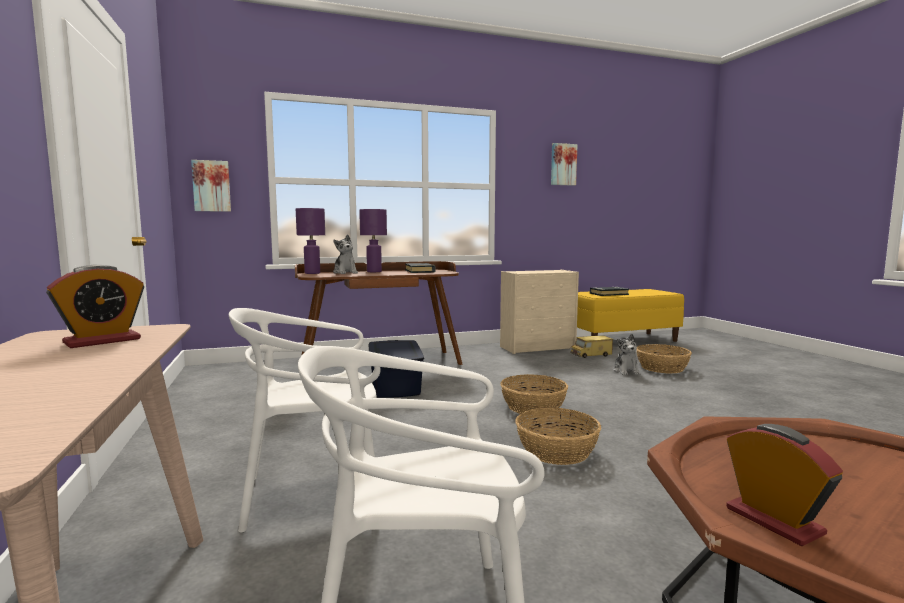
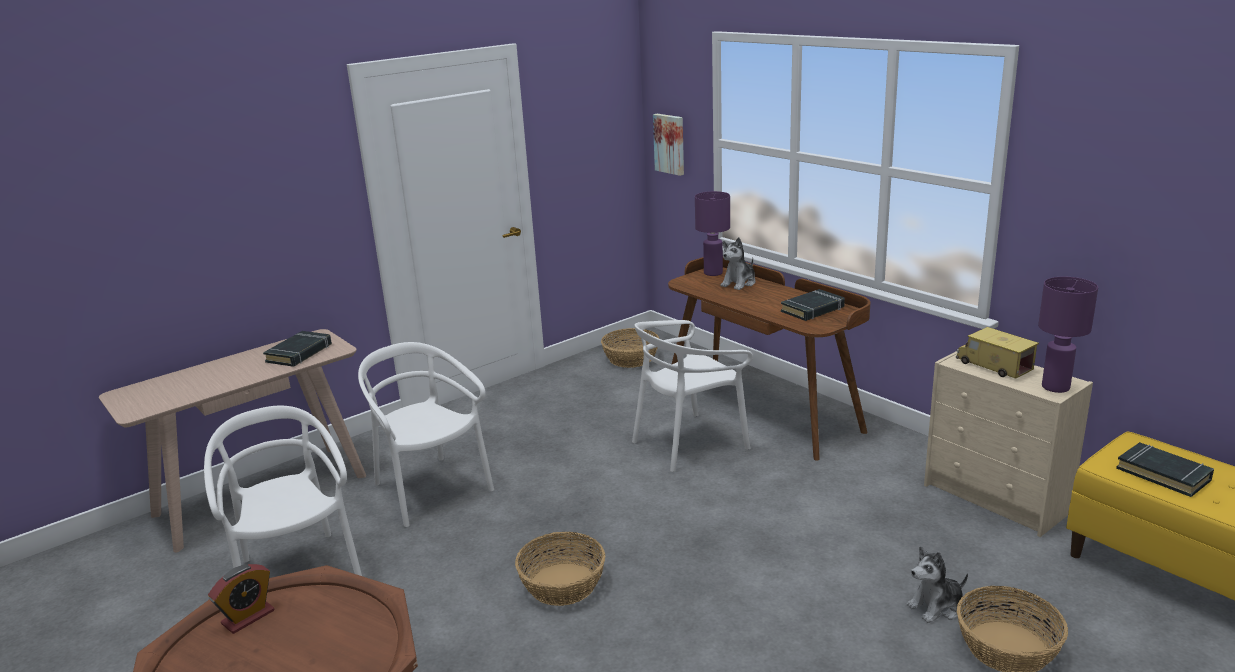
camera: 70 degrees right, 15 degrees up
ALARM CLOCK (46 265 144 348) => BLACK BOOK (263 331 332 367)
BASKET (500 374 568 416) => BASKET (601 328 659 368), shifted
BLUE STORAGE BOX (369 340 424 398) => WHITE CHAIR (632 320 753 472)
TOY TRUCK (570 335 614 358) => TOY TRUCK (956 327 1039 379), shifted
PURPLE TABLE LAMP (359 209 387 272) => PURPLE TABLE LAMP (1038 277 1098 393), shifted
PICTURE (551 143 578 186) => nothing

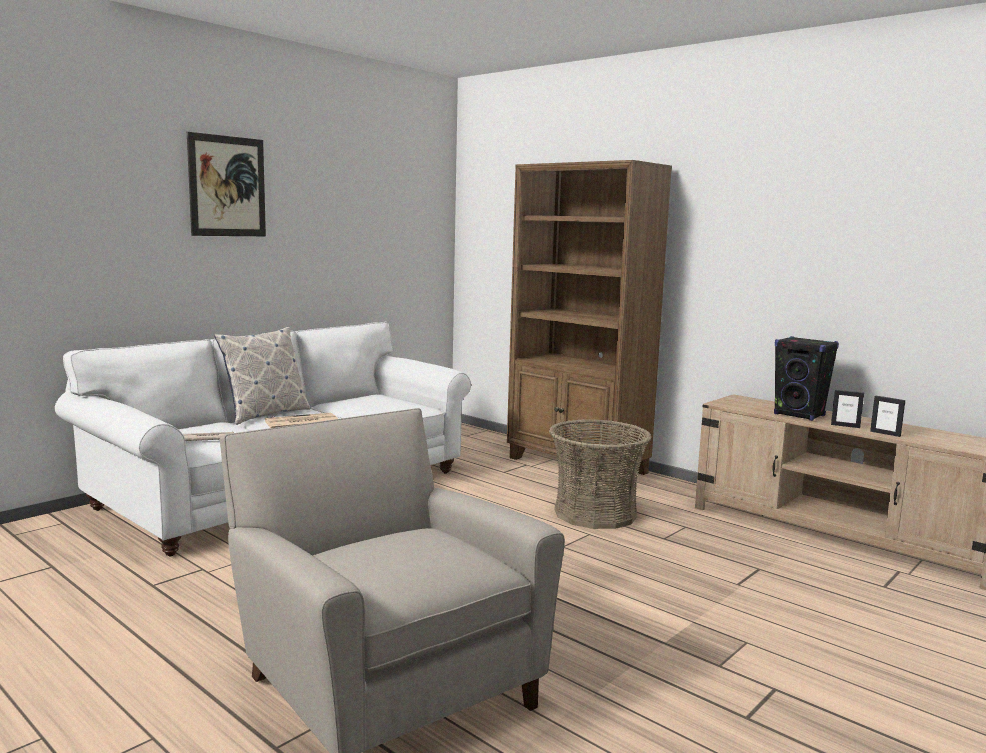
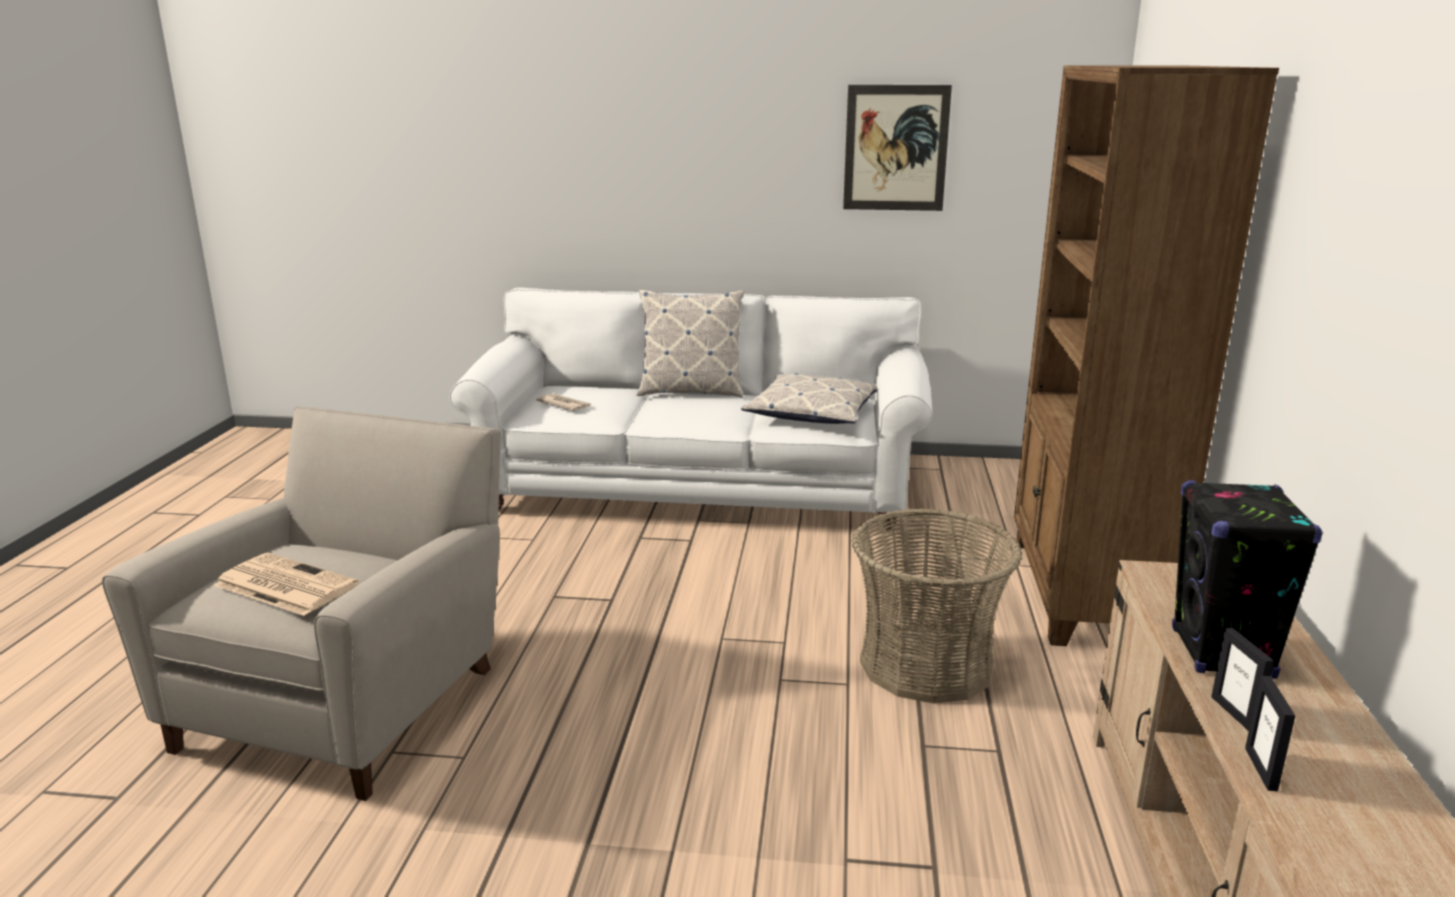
camera: 55 degrees right, 10 degrees up
NEWSPAPER (265 413 338 428) => NEWSPAPER (214 553 358 616), shifted
nothing => PILLOW (741 373 877 424)
PICTURE (187 132 266 236) => PICTURE (843 85 952 211), shifted

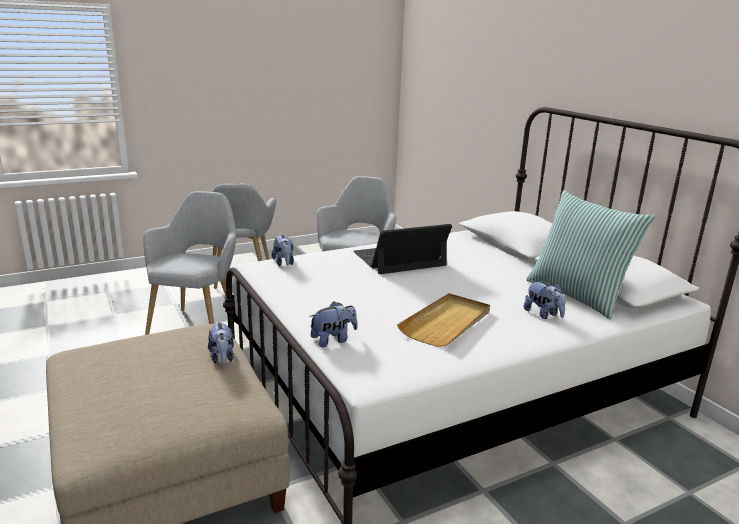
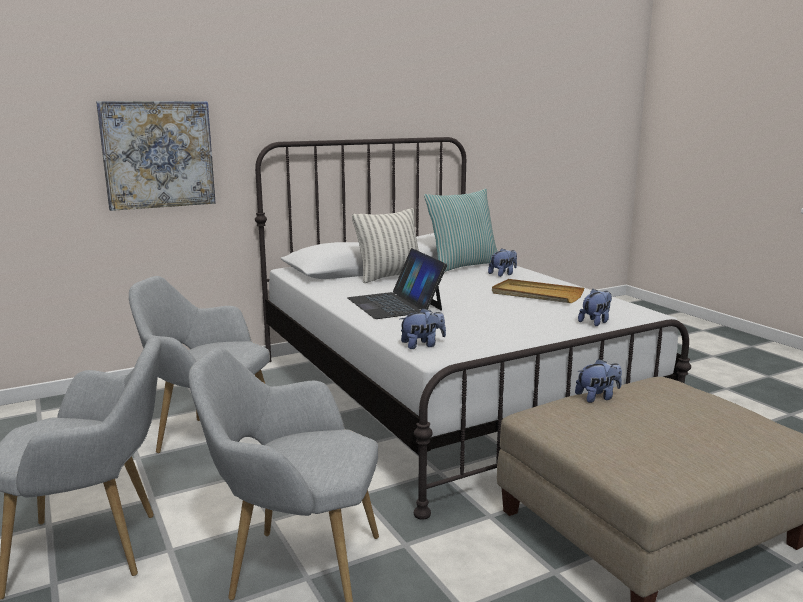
camera: 90 degrees left, 5 degrees down
nothing => PICTURE (96 101 216 211)
nothing => PILLOW (352 208 419 283)
PLUSH TOY (309 301 357 347) => PLUSH TOY (578 289 612 326), 75 degrees clockwise

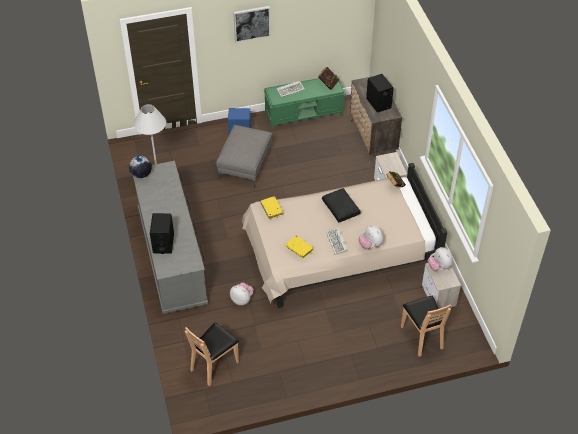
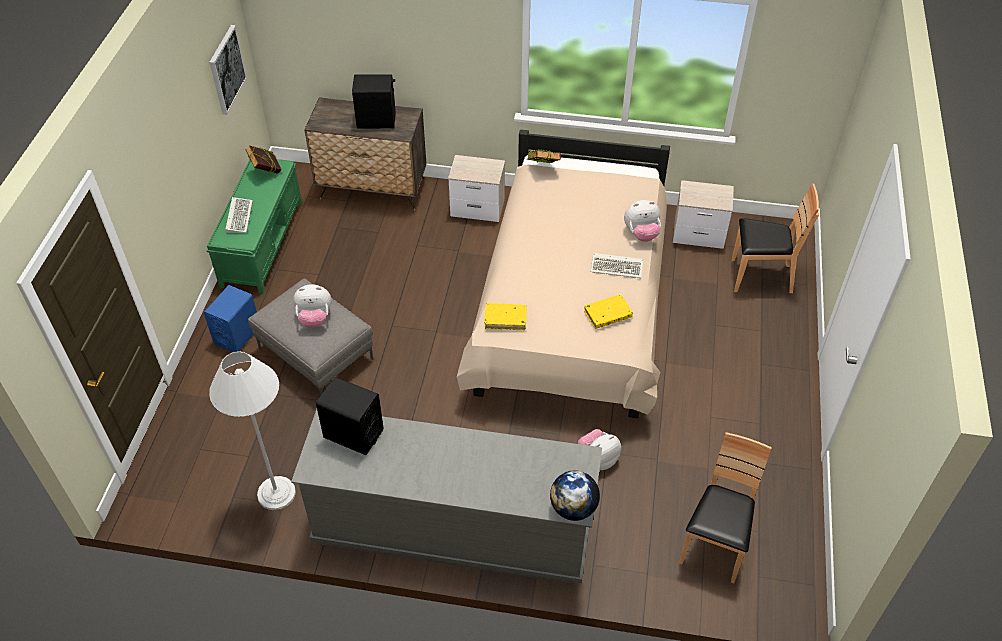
camera: 65 degrees left, 0 degrees up
PICTURE (233 6 271 43) => PICTURE (209 25 247 115), shifted
PLUSH TOY (428 247 453 271) => PLUSH TOY (293 284 332 327), shifted
BLACK SPEAKER (150 213 174 254) => BLACK SPEAKER (315 377 384 455), shifted
GLOBE (129 155 152 178) => GLOBE (550 470 600 521), shifted
BROWN CHAIR (185 322 239 386) => BROWN CHAIR (679 432 772 583), 135 degrees counterclockwise
BLACK PILLOW (322 188 361 222) => nothing

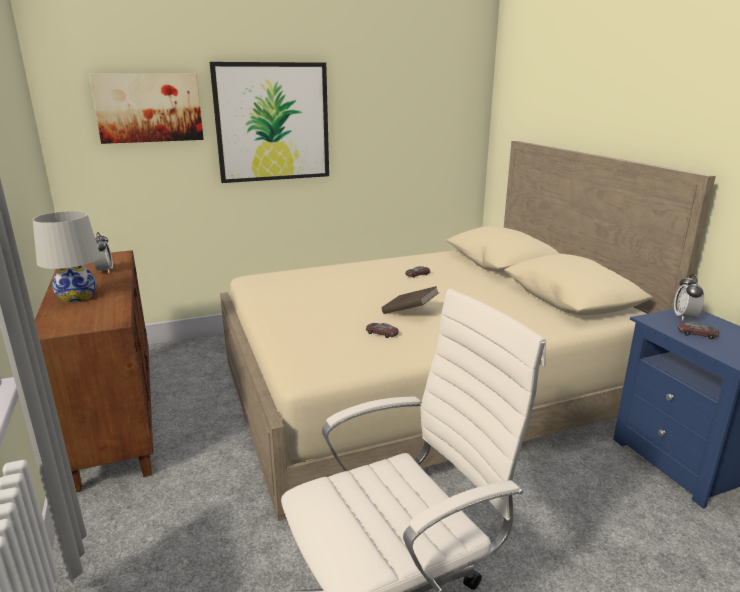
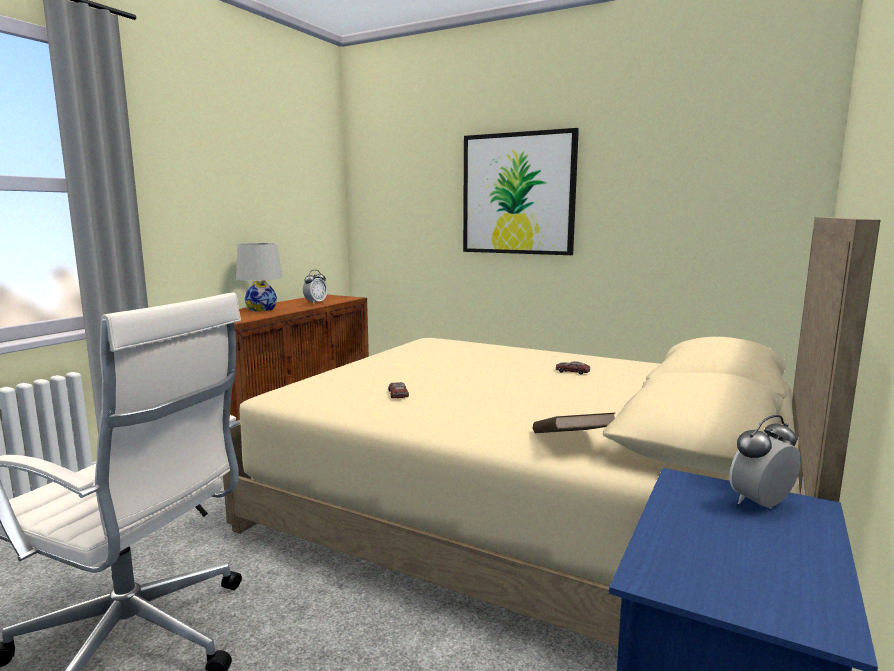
camera: 50 degrees right, 10 degrees down
BROWN BOOK (382 286 439 314) => BROWN BOOK (533 413 615 433), shifted
PICTURE (89 74 204 144) => nothing
TOY CAR (678 322 720 339) => nothing

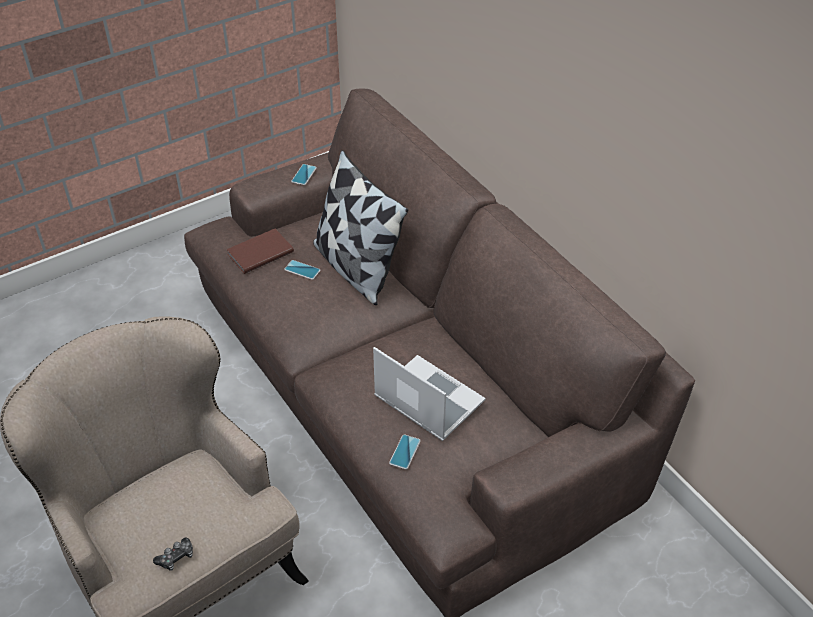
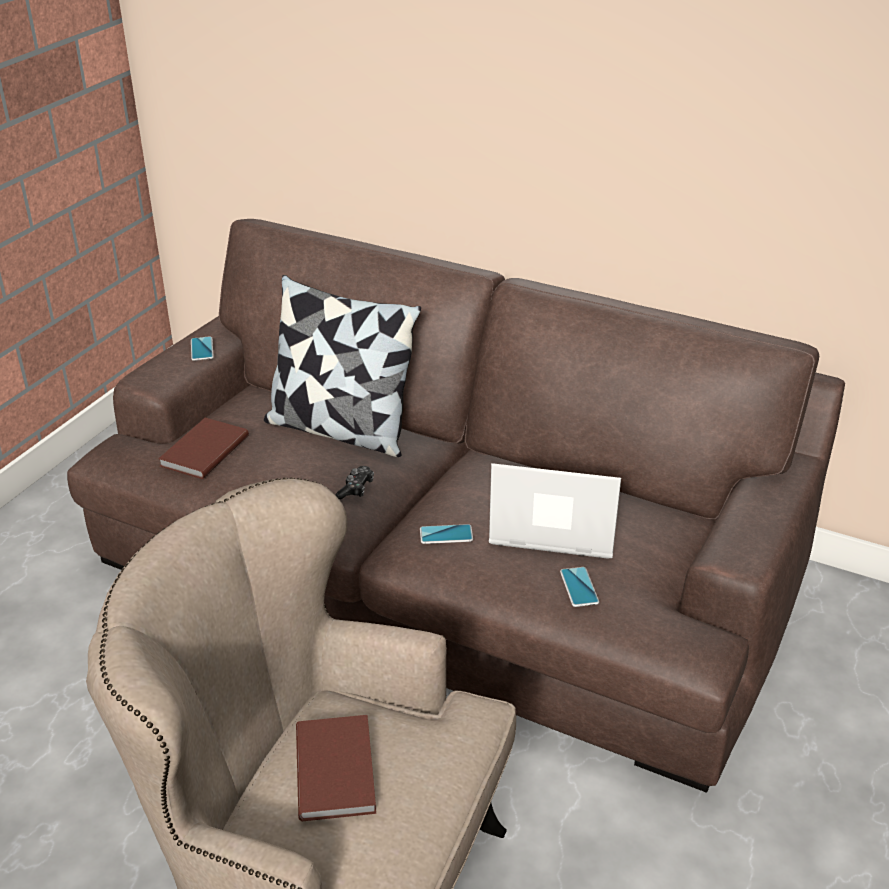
camera: 30 degrees left, 10 degrees down
nothing => BROWN BOOK (296 715 376 821)
GAME CONTROLLER (153 538 193 571) => GAME CONTROLLER (336 466 374 499), shifted
PHONE (284 260 320 280) => PHONE (420 524 473 544), shifted

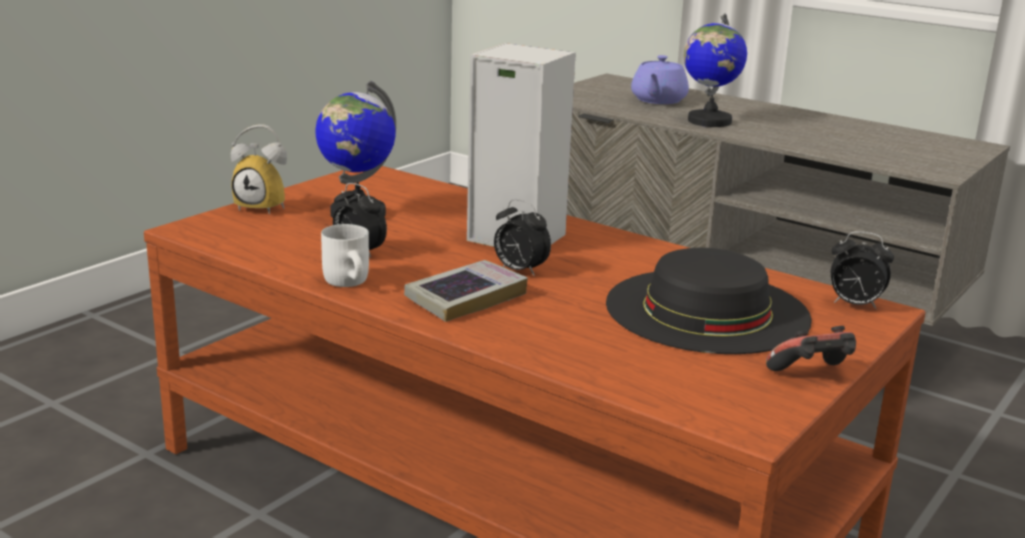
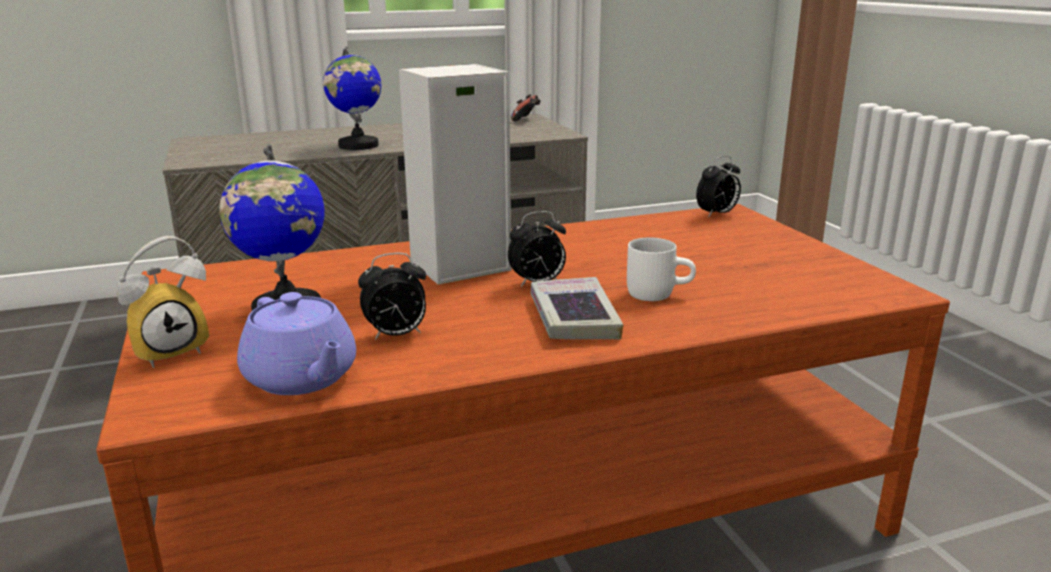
camera: 55 degrees left, 0 degrees up
PURPLE TEAPOT (631 55 689 104) => PURPLE TEAPOT (237 292 356 395), shifted
GAME CONTROLLER (766 326 856 371) => GAME CONTROLLER (511 94 541 121), shifted
WHITE MUG (321 224 369 287) => WHITE MUG (627 238 696 301), shifted
BLACK HAT (606 248 812 354) => nothing

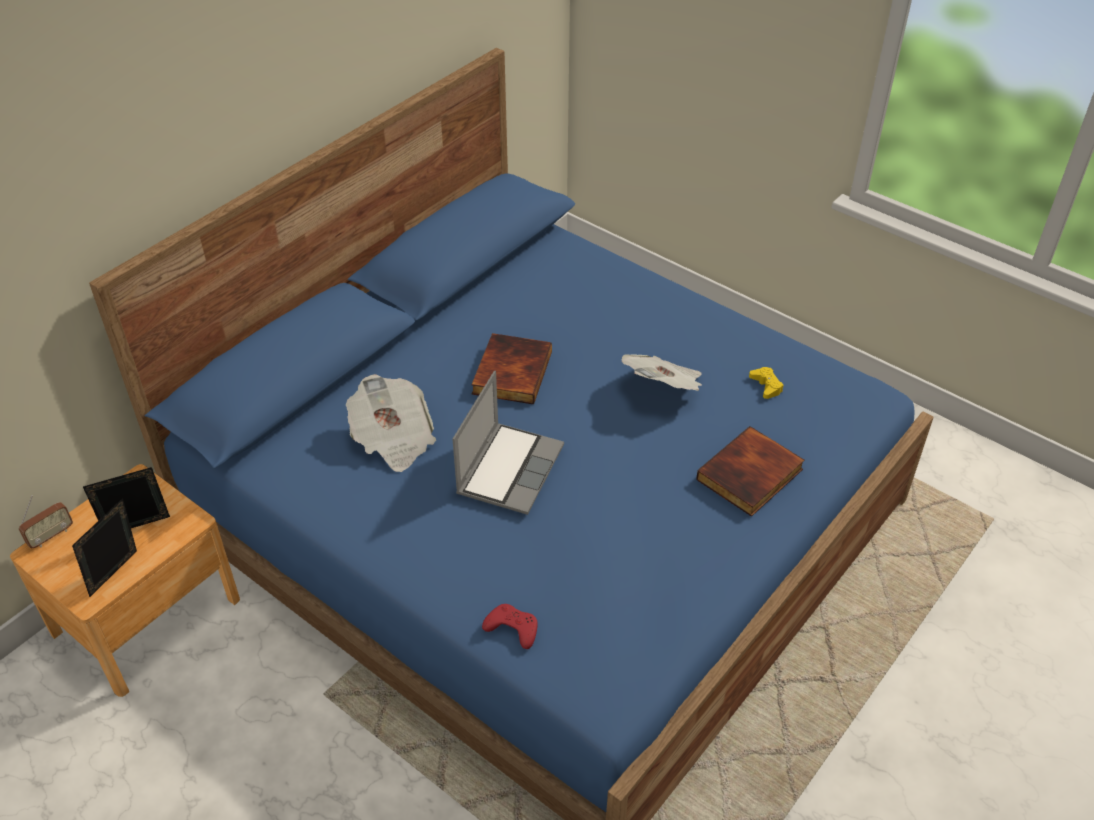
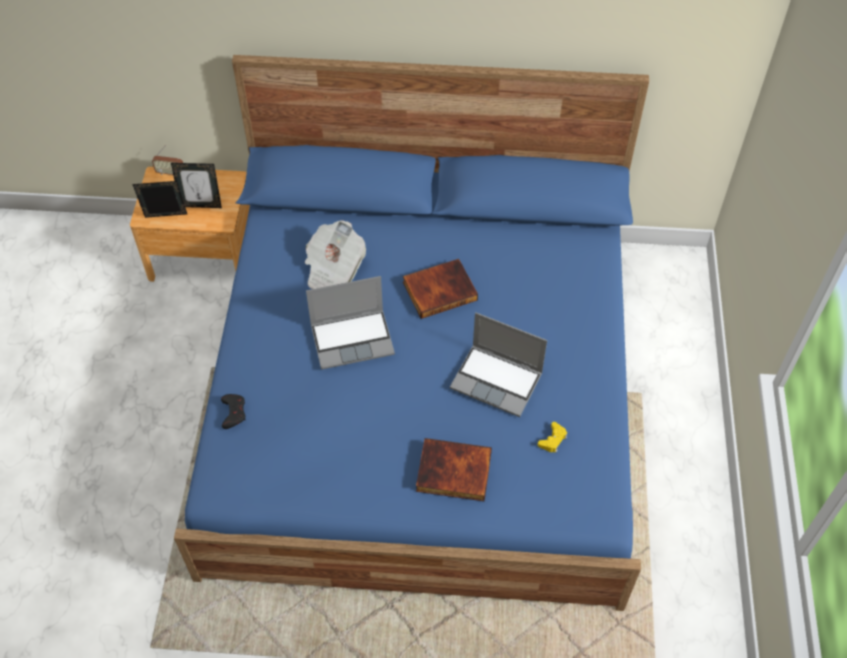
camera: 55 degrees right, 10 degrees up
PICTURE FRAME (83 467 170 528) => PICTURE FRAME (171 163 222 208), 150 degrees clockwise
RED GAME CONTROLLER (482 604 538 649) => BLACK GAME CONTROLLER (221 394 246 429)
NEWSPAPER (622 354 702 391) => LAPTOP (450 312 547 417)

